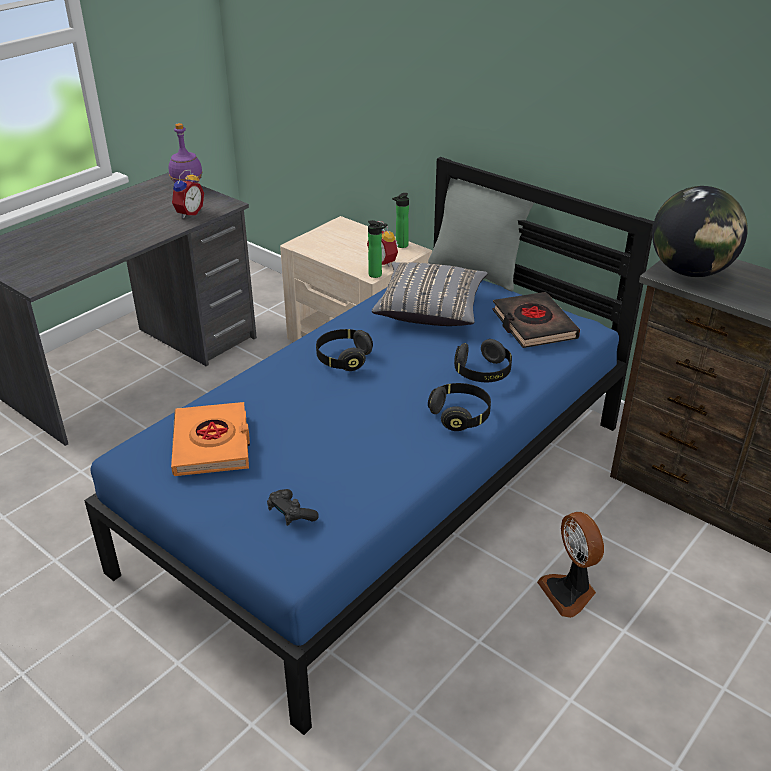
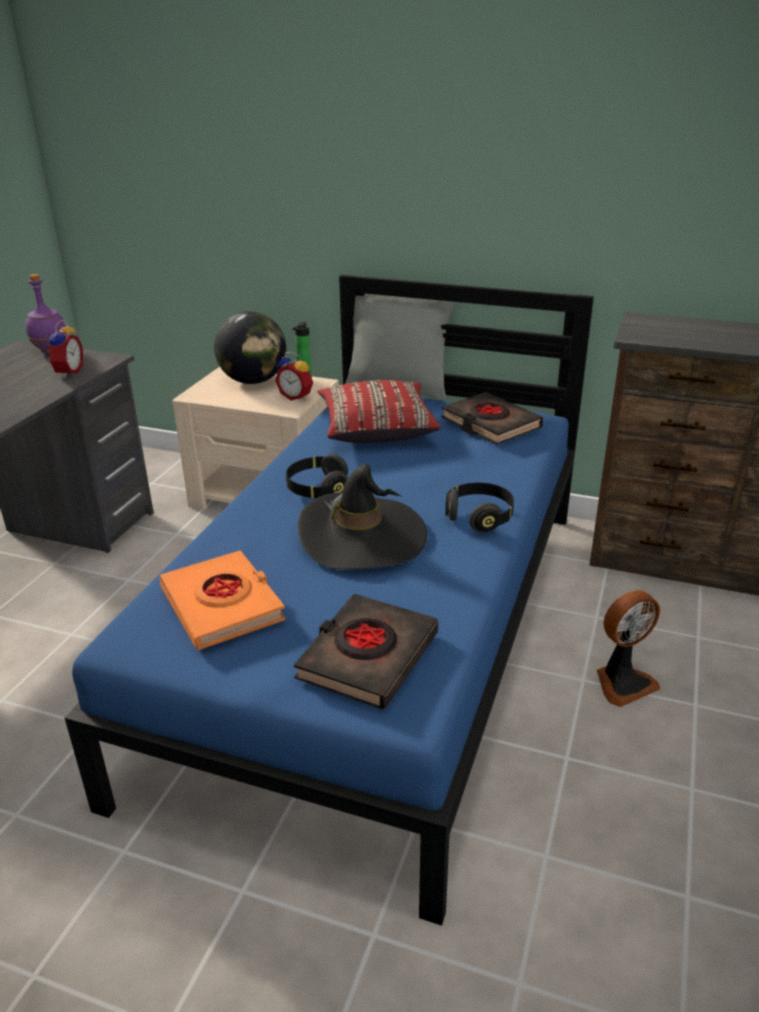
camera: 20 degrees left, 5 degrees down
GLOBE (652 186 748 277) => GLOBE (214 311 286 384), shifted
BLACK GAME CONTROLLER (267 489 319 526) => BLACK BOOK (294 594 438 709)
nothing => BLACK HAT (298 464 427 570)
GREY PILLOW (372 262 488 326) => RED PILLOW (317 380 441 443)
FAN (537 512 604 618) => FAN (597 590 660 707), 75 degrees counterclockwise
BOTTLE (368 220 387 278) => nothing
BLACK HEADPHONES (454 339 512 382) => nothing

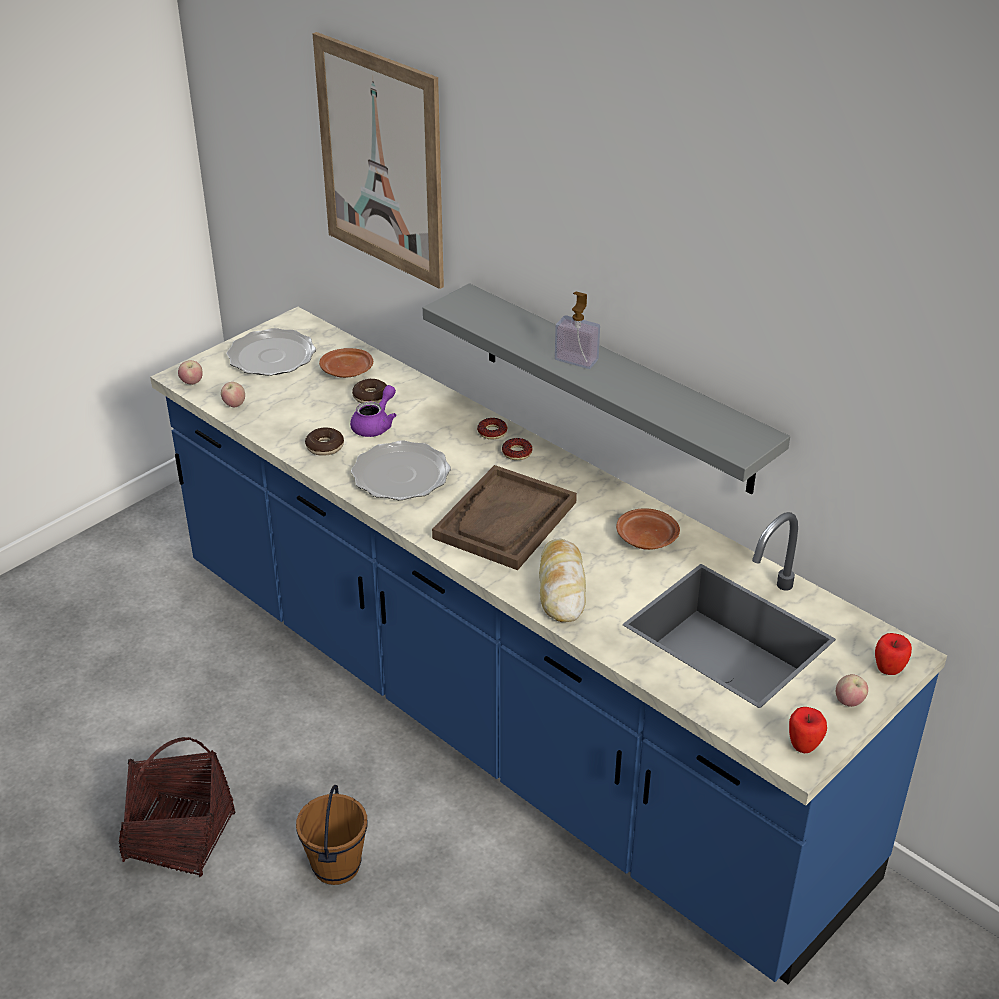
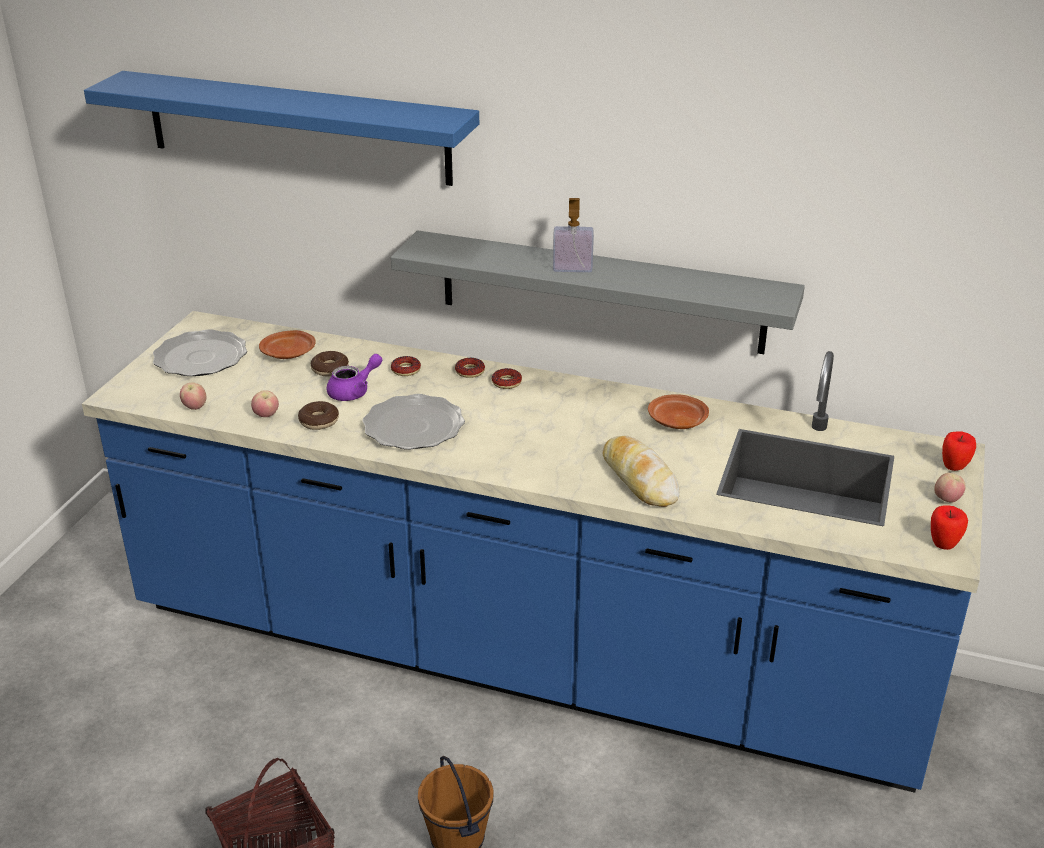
camera: 25 degrees left, 5 degrees down
PICTURE (312 32 444 289) => BLUE SHELF (84 71 479 186)
APPLE (178 360 203 385) => APPLE (251 390 279 417), shifted
PURPLE TEAPOT (350 385 396 437) => PURPLE TEAPOT (327 354 383 401), 45 degrees clockwise
nothing => DONUT (391 356 421 376)
BROWN TRAY (432 465 577 570) => nothing

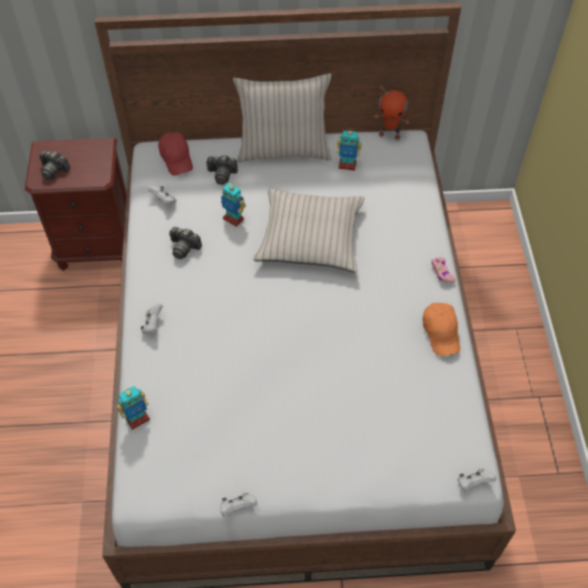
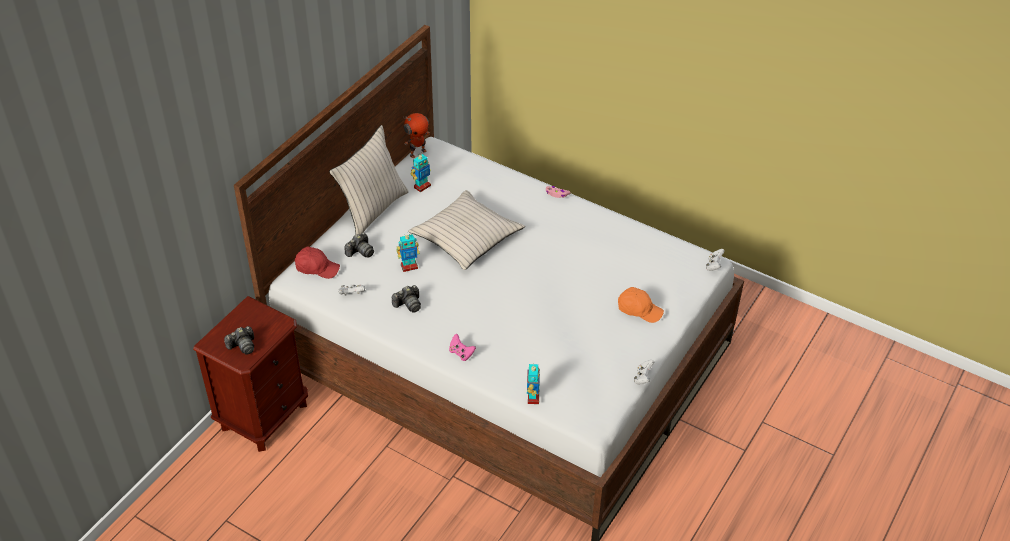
camera: 55 degrees left, 10 degrees down
WHITE GAME CONTROLLER (141 304 163 334) => PINK GAME CONTROLLER (449 334 476 361)
ORANGE CAP (423 303 460 356) => ORANGE CAP (618 287 664 323), shifted

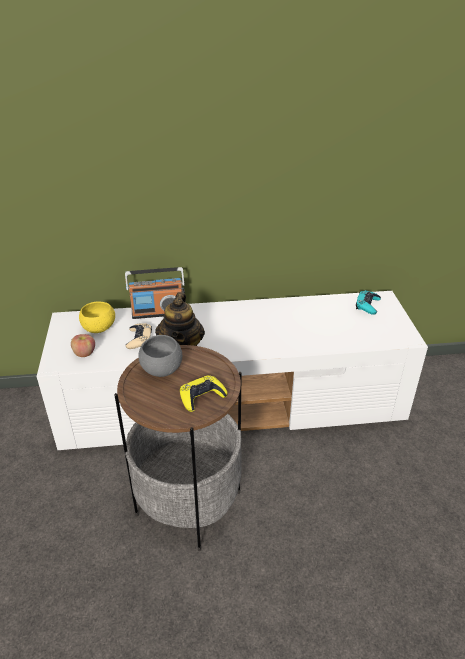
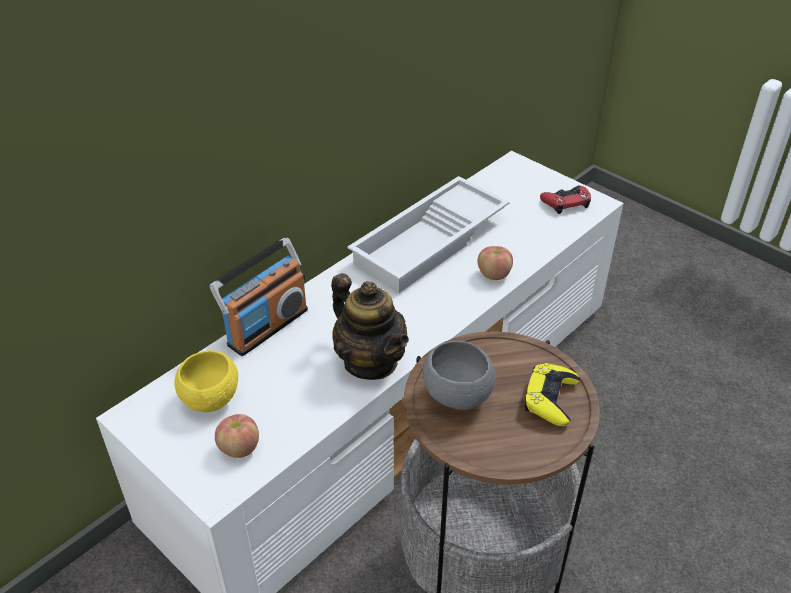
camera: 40 degrees left, 5 degrees up
nothing => WHITE TRAY (348 176 510 293)
nothing => APPLE (478 246 513 280)
nothing => RED GAME CONTROLLER (540 185 591 214)
BEIGE GAME CONTROLLER (126 323 152 349) => nothing
TURQUOISE GAME CONTROLLER (356 290 381 315) => nothing

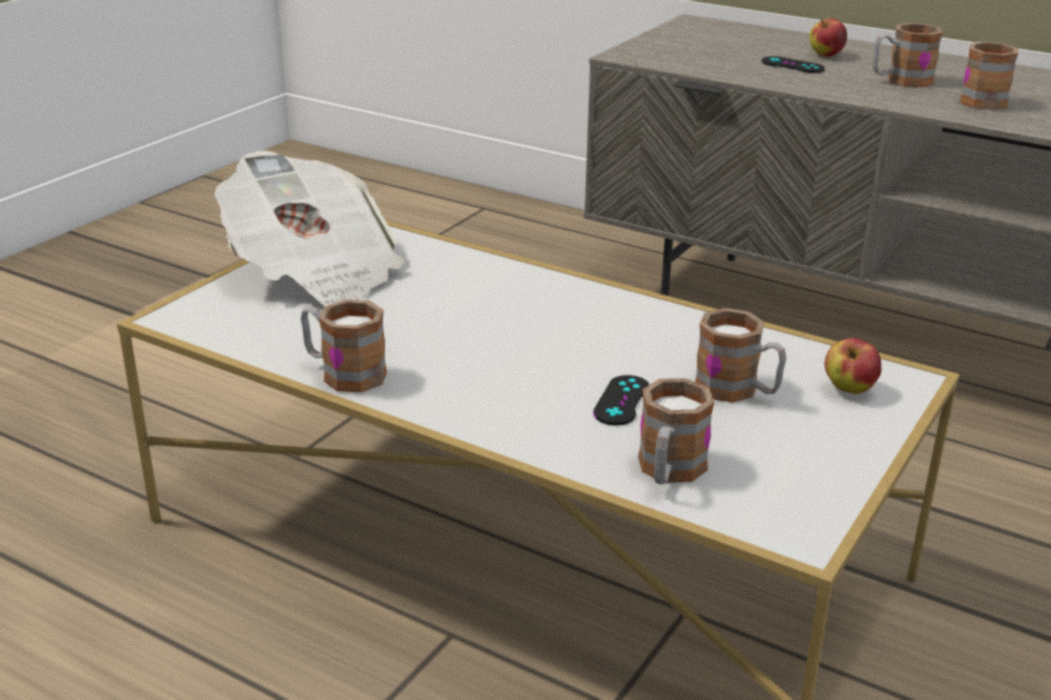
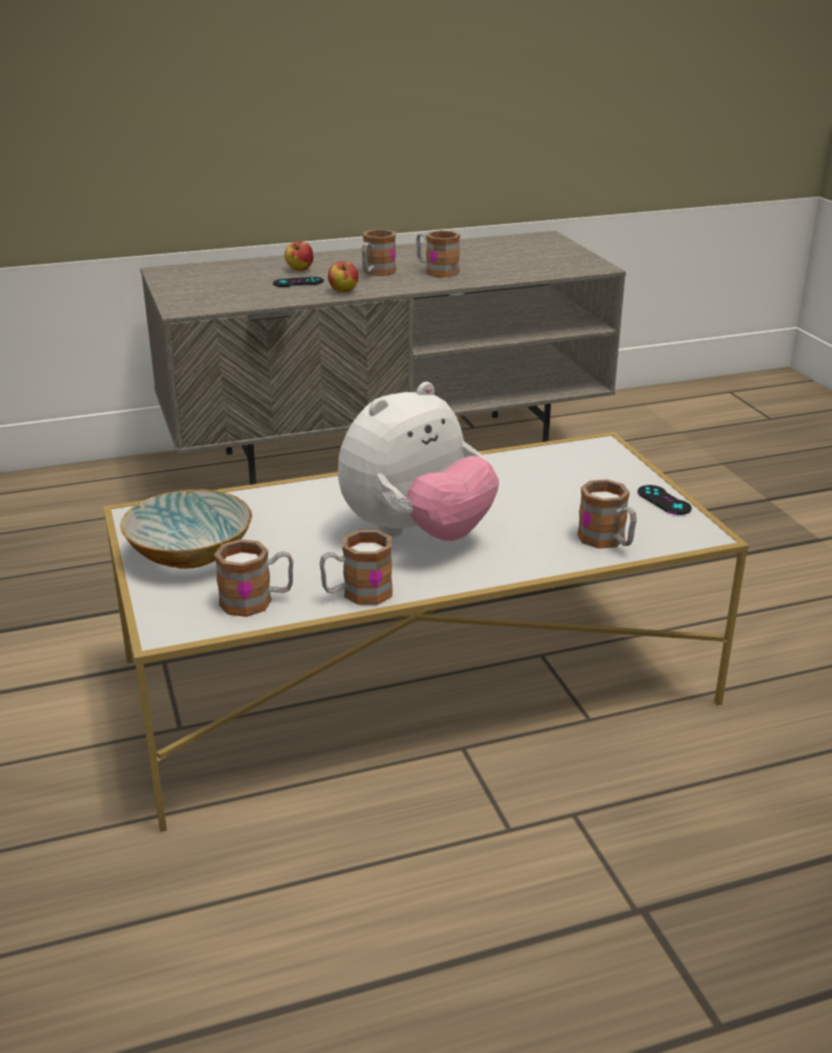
camera: 50 degrees left, 0 degrees up
NEWSPAPER (214 151 404 306) => BOWL (120 489 252 569)
MUG (695 308 786 403) => MUG (214 539 293 617), shifted
APPLE (825 338 881 394) => APPLE (328 262 358 292), shifted
nothing => PLUSH TOY (338 382 499 541)
BLACK GAME CONTROLLER (593 375 649 425) => BLACK GAME CONTROLLER (638 485 692 515), shifted

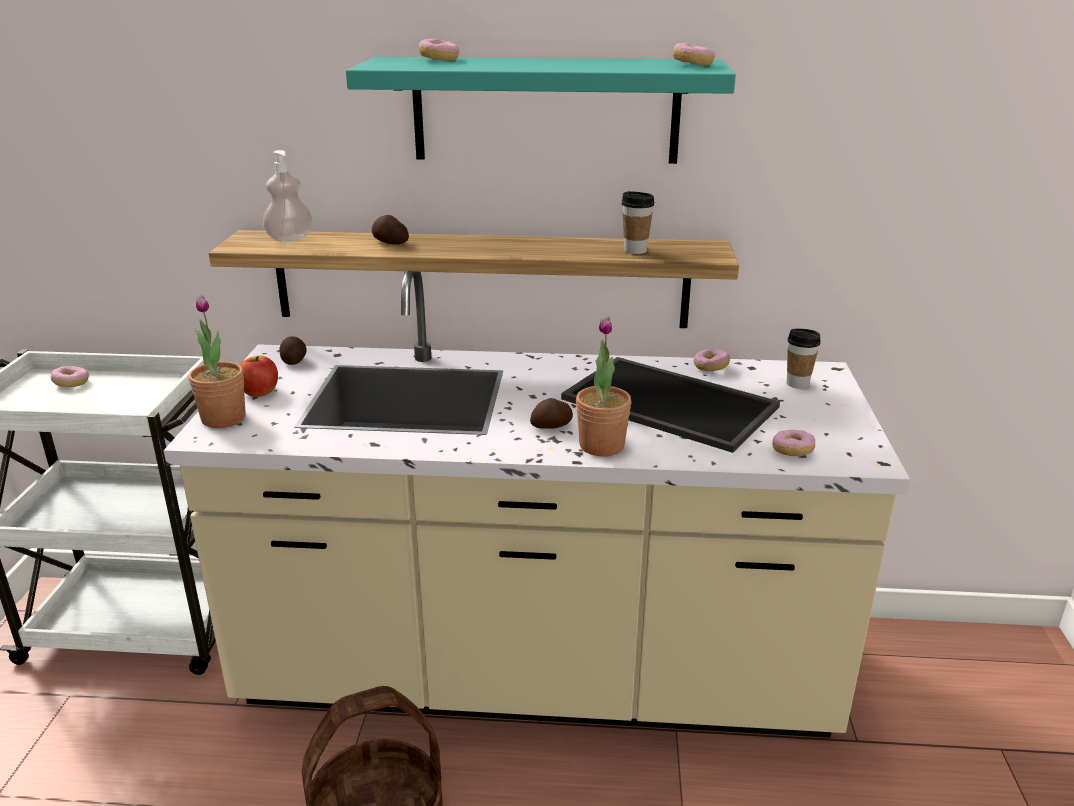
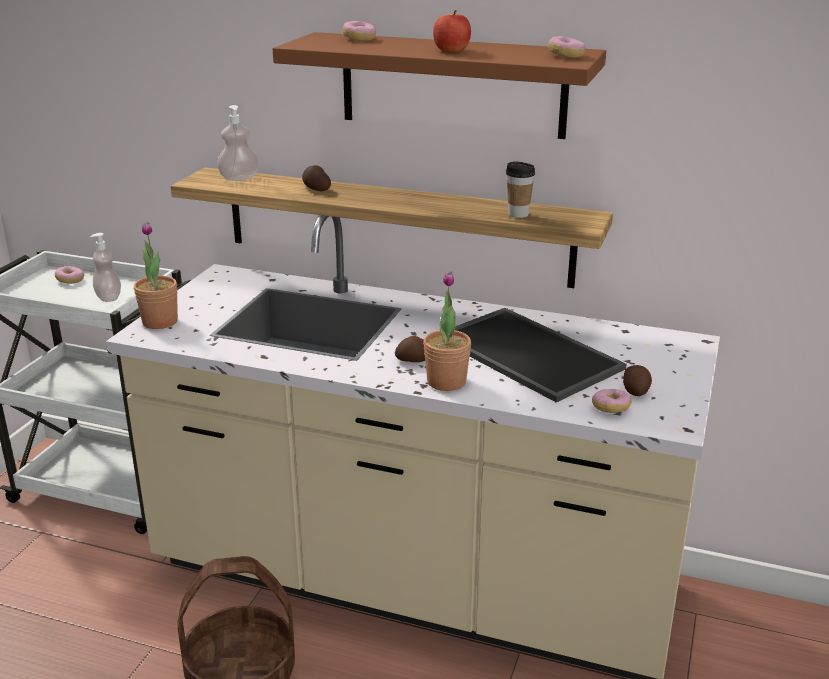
camera: 15 degrees right, 0 degrees up
nothing => SOAP DISPENSER (90 233 121 302)
TURQUOISE SHELF (346 57 736 164) => BROWN SHELF (273 32 606 139)
APPLE (240 356 278 397) => APPLE (433 10 471 52), shifted
POTATO (279 336 307 365) => POTATO (623 365 652 396), shifted
DONUT (694 349 730 371) => nothing
CUP (787 329 821 389) => nothing

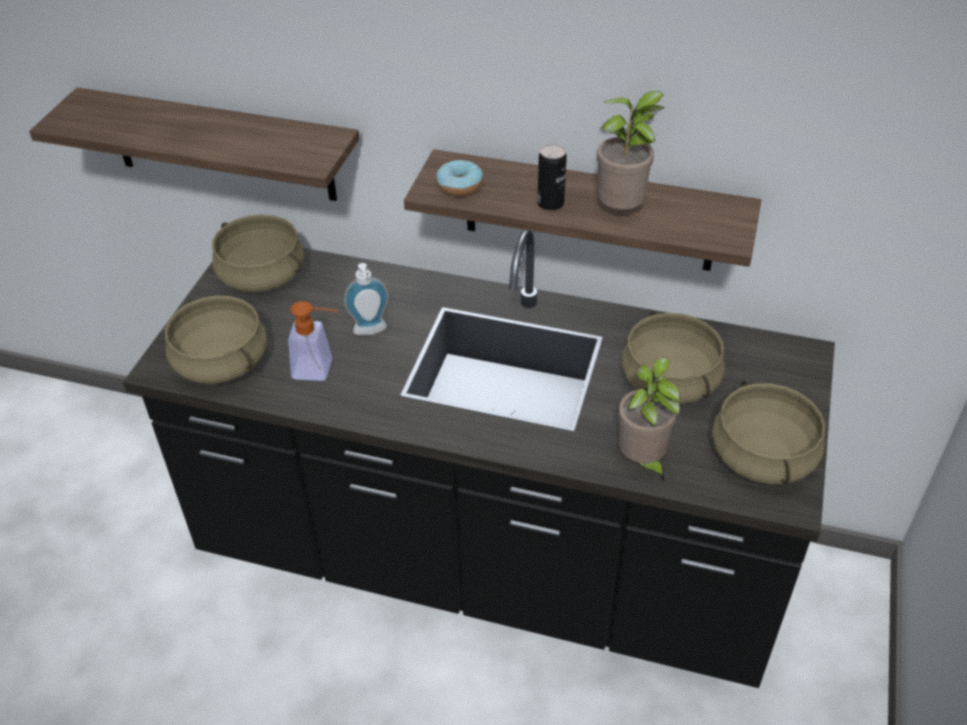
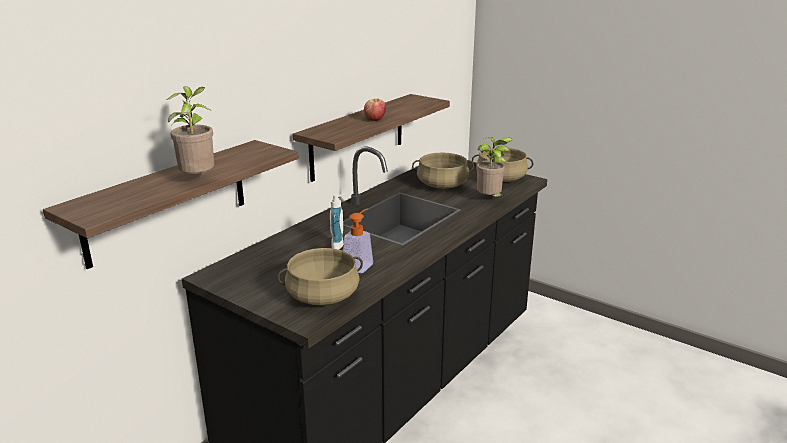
camera: 70 degrees left, 20 degrees down
POTTED PLANT (597 91 665 210) => POTTED PLANT (167 86 214 174), shifted
CAN (537 144 567 211) => APPLE (364 98 386 121)
BEIGE COOKING POT (212 214 305 293) => nothing
DONUT (436 160 483 197) => nothing

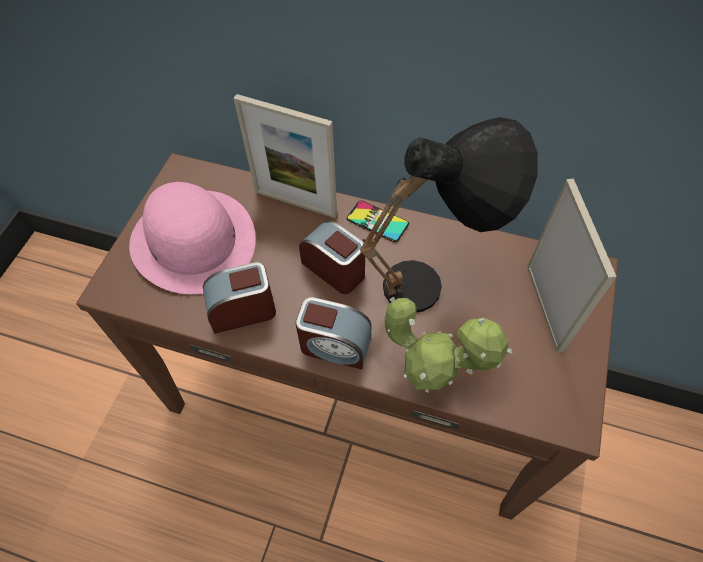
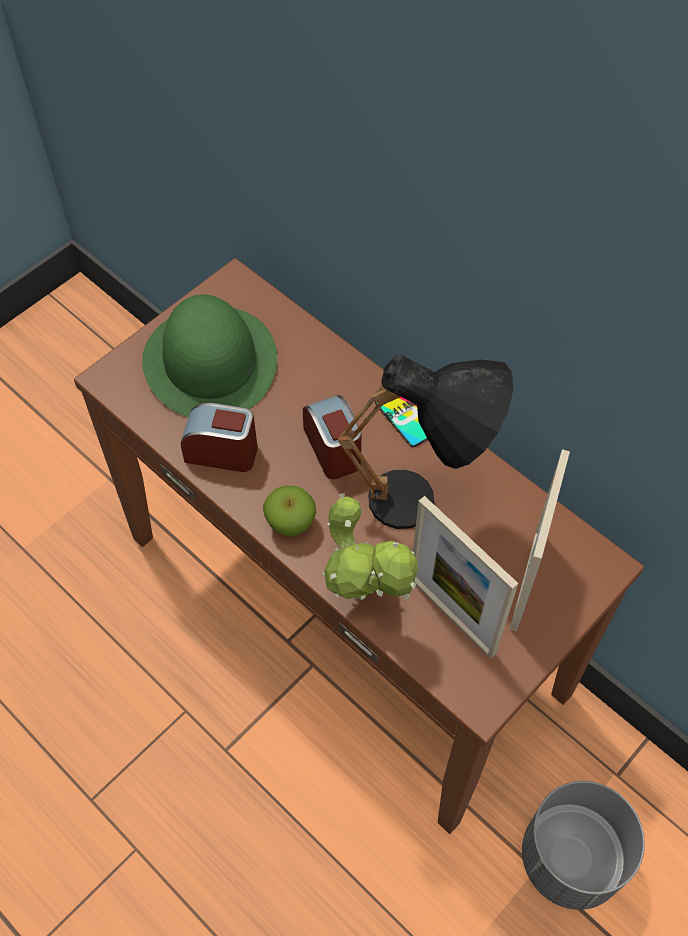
camera: 25 degrees right, 0 degrees up
PINK HAT (129 182 256 294) => GREEN HAT (142 295 277 418)
ALARM CLOCK (296 297 372 369) => APPLE (263 486 317 537)
PICTURE FRAME (234 94 337 218) => PICTURE FRAME (413 496 518 658), shifted
nothing => GREY PLANTER (522 781 645 910)

